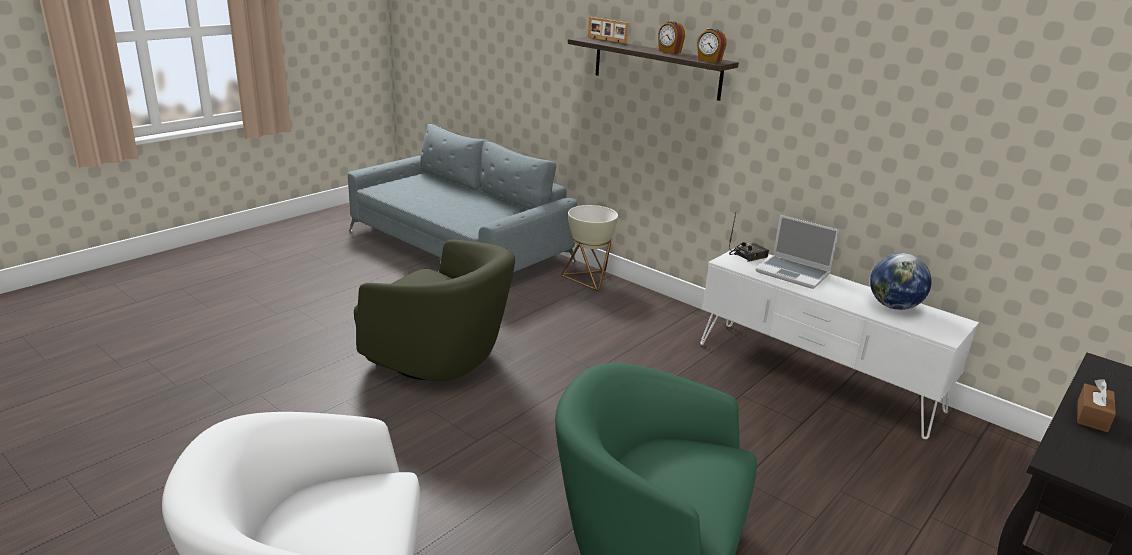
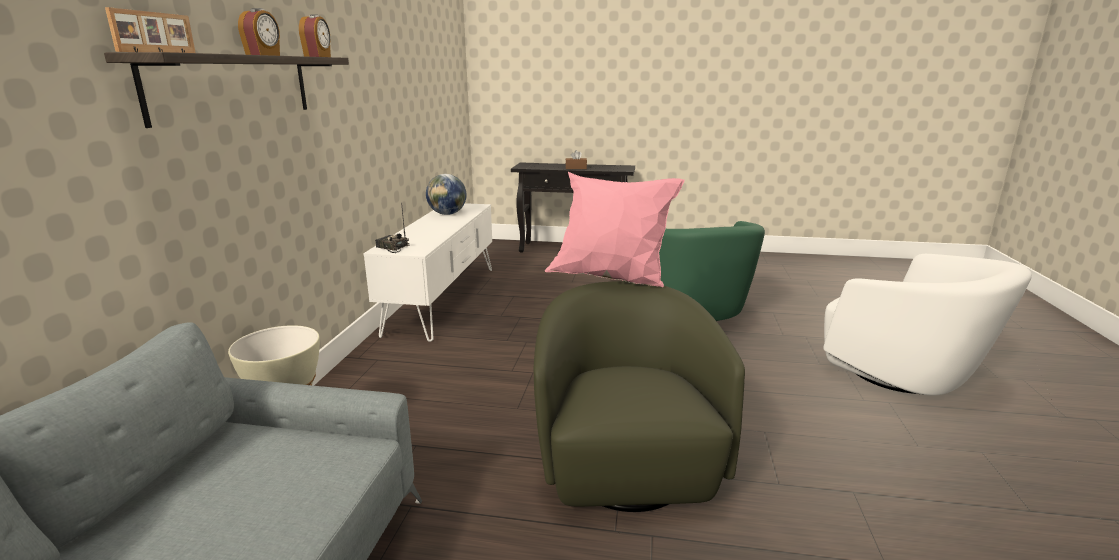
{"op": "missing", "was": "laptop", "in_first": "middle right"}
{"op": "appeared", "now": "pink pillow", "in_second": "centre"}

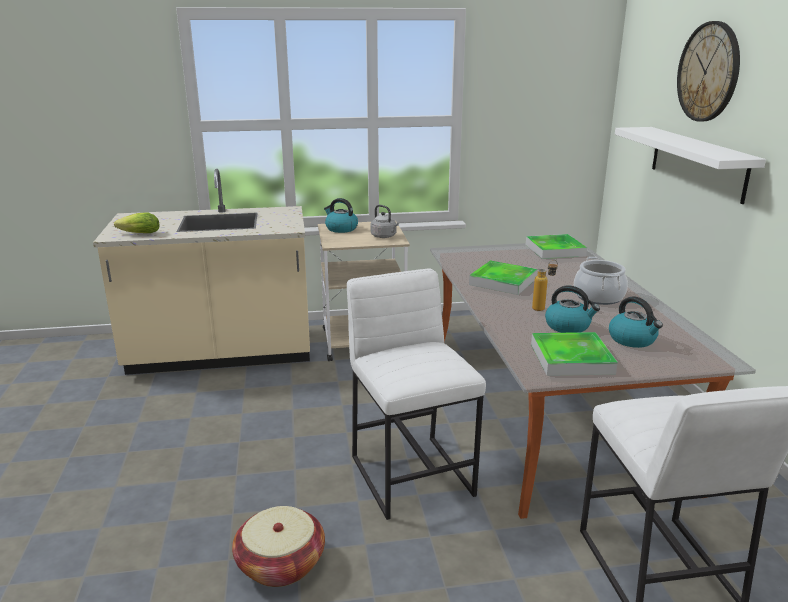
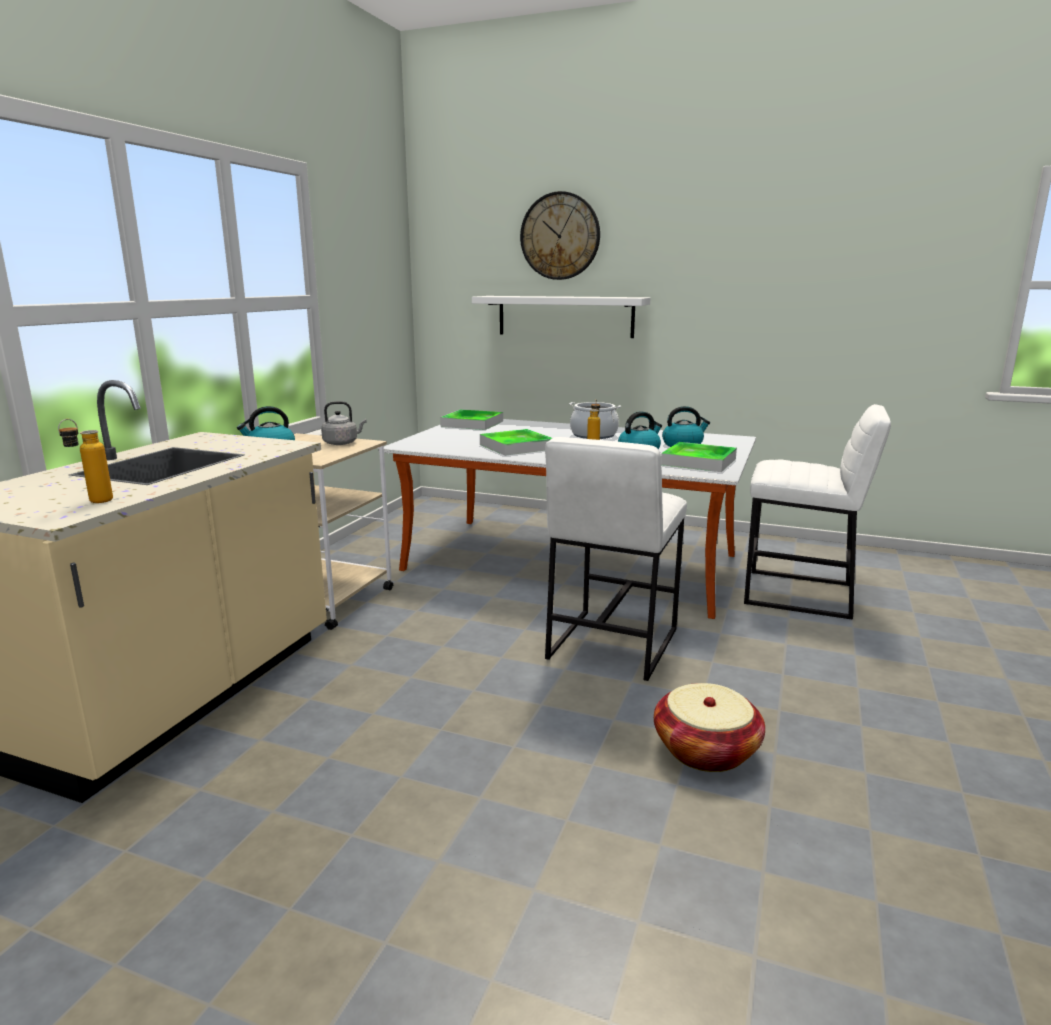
{"op": "exchanged", "was": "lettuce", "now": "bottle (no. 1 from left)", "in_first": "middle left", "in_second": "middle left"}
{"op": "spun", "was": "white chair (no. 1 from left)", "in_first": "centre", "in_second": "centre", "clockwise": -75}

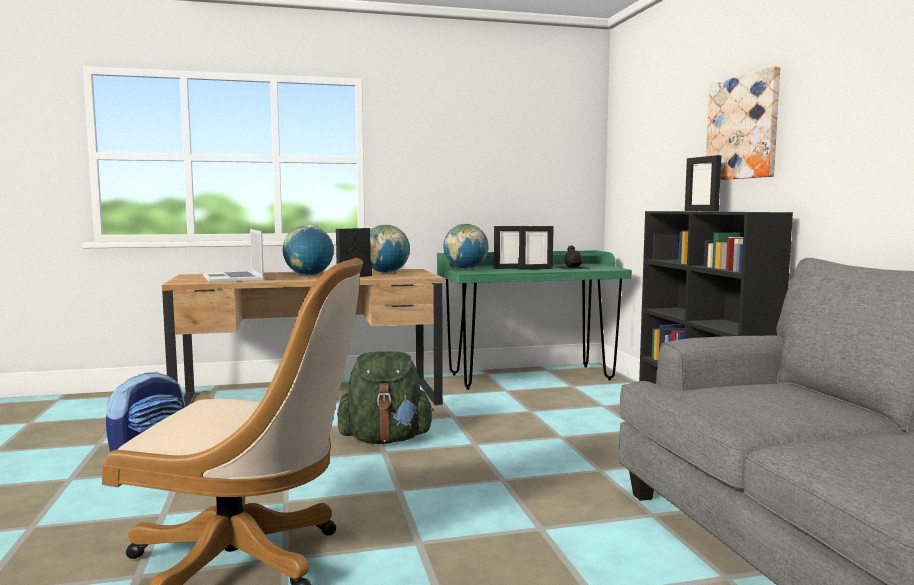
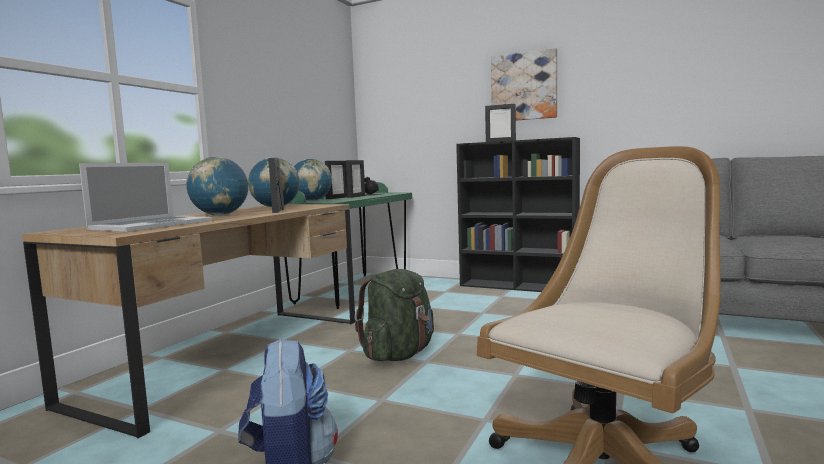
{"op": "spun", "was": "laptop", "in_first": "middle left", "in_second": "middle left", "clockwise": -75}

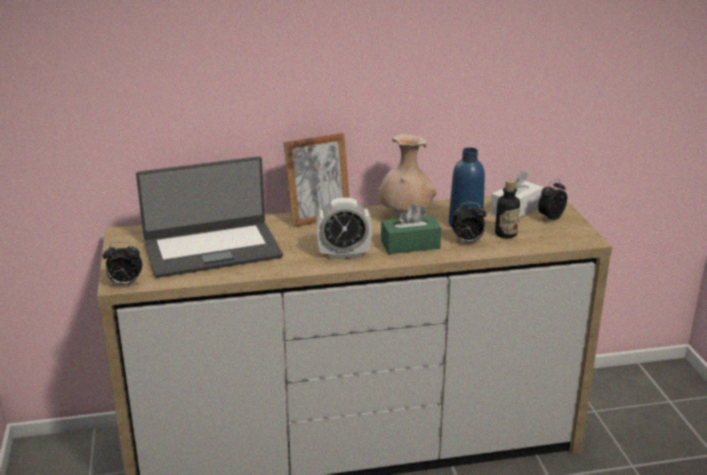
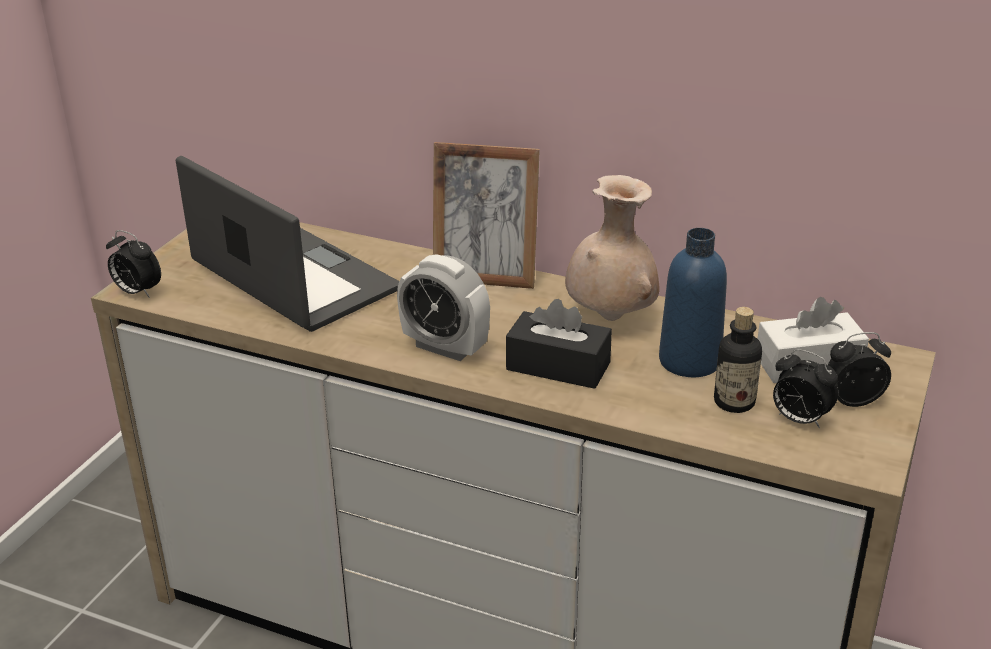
{"op": "relocated", "was": "alarm clock (no. 3 from left)", "in_first": "centre", "in_second": "middle right"}
{"op": "colour", "was": "green tissue box", "now": "black tissue box", "in_first": "centre", "in_second": "centre"}
{"op": "spun", "was": "laptop", "in_first": "middle left", "in_second": "middle left", "clockwise": -150}

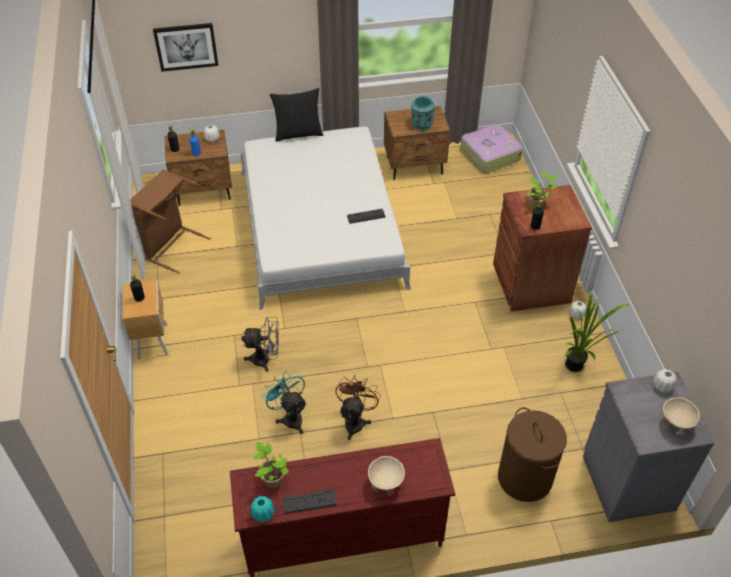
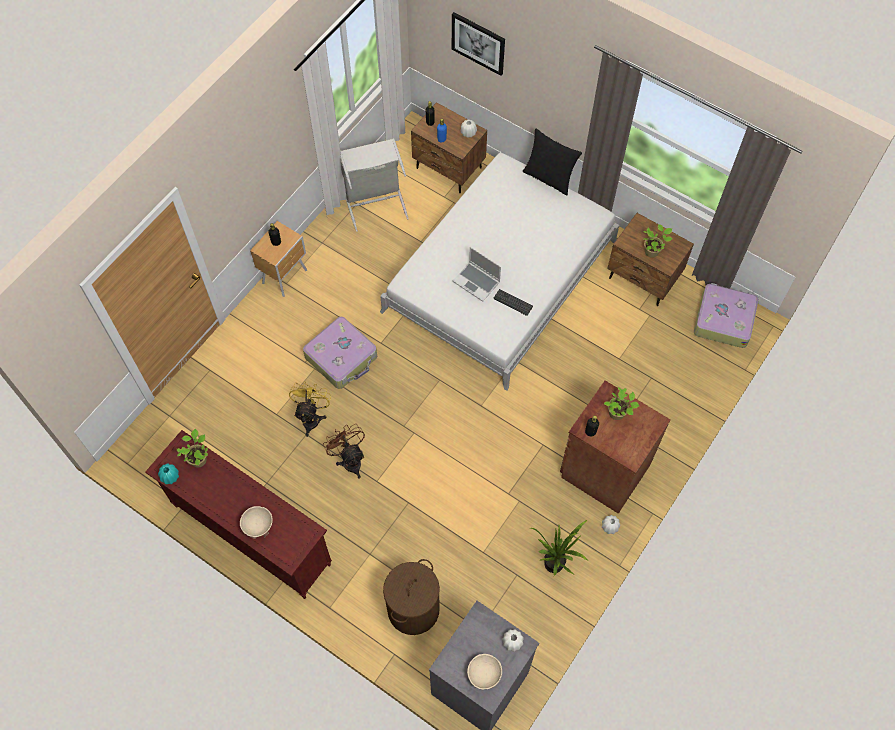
{"op": "missing", "was": "keyboard (no. 1 from left)", "in_first": "bottom centre"}
{"op": "appeared", "now": "laptop", "in_second": "centre"}
{"op": "exchanged", "was": "grey fan", "now": "suitcase (no. 1 from left)", "in_first": "centre", "in_second": "centre"}
{"op": "exchanged", "was": "turquoise vase (no. 2 from left)", "now": "potted plant (no. 4 from left)", "in_first": "top centre", "in_second": "top right"}
{"op": "colour", "was": "brown laundry basket (no. 1 from left)", "now": "grey laundry basket", "in_first": "middle left", "in_second": "top centre"}
{"op": "colour", "was": "turquoise fan", "now": "yellow fan", "in_first": "bottom centre", "in_second": "centre"}
{"op": "spun", "was": "brown fan", "in_first": "bottom centre", "in_second": "centre", "clockwise": -90}

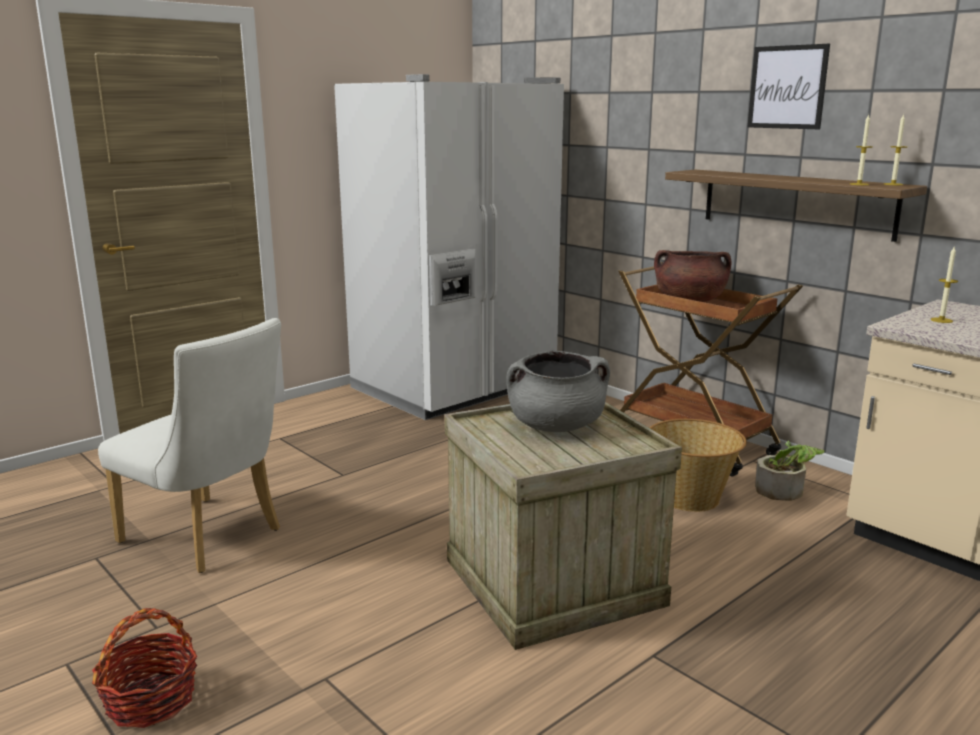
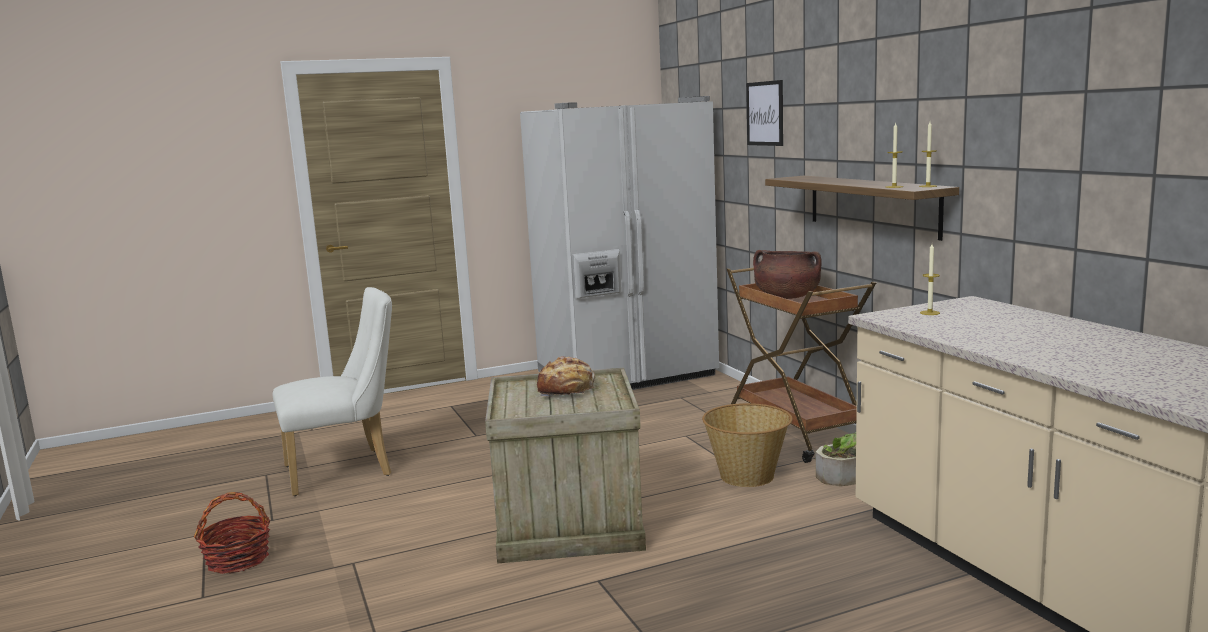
{"op": "relocated", "was": "picture", "in_first": "top right", "in_second": "top centre"}
{"op": "exchanged", "was": "grey cooking pot", "now": "bread", "in_first": "centre", "in_second": "centre"}
{"op": "spun", "was": "white chair", "in_first": "middle left", "in_second": "middle left", "clockwise": -75}

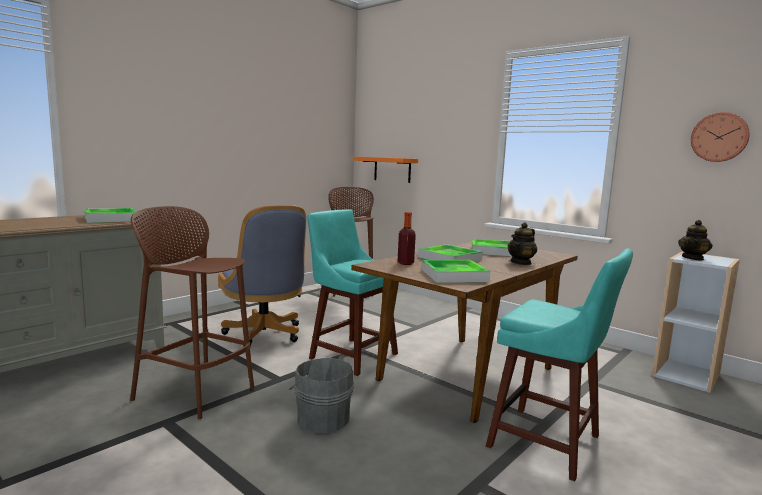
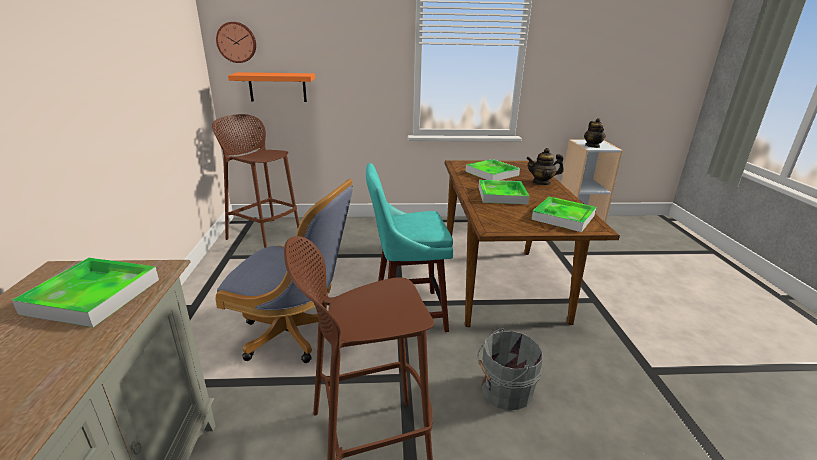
{"op": "missing", "was": "bottle", "in_first": "centre"}
{"op": "missing", "was": "turquoise chair (no. 2 from left)", "in_first": "bottom right"}
{"op": "relocated", "was": "wall clock", "in_first": "top right", "in_second": "top left"}
{"op": "spun", "was": "teapot (no. 1 from left)", "in_first": "middle right", "in_second": "middle right", "clockwise": 90}

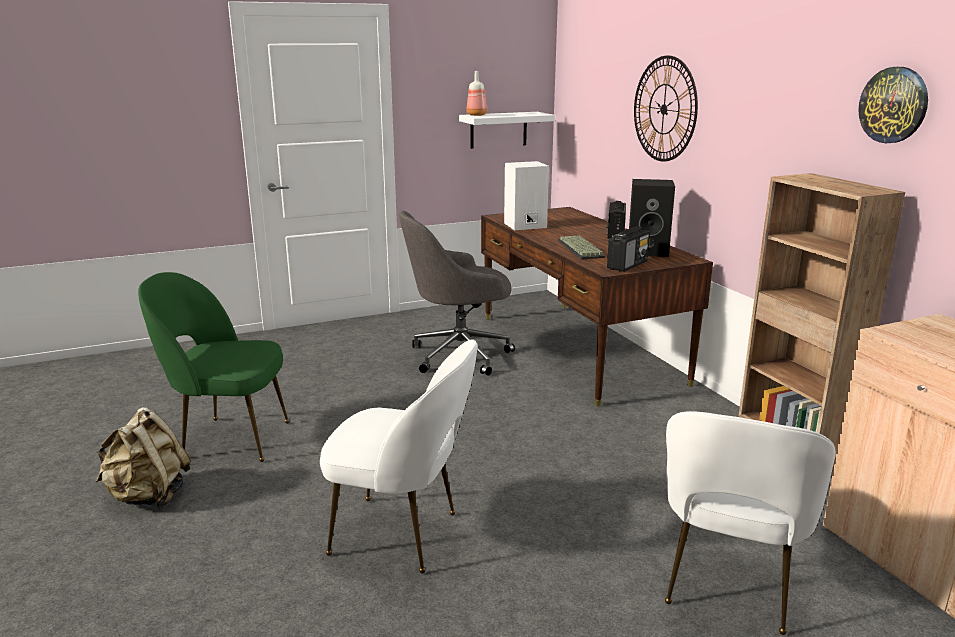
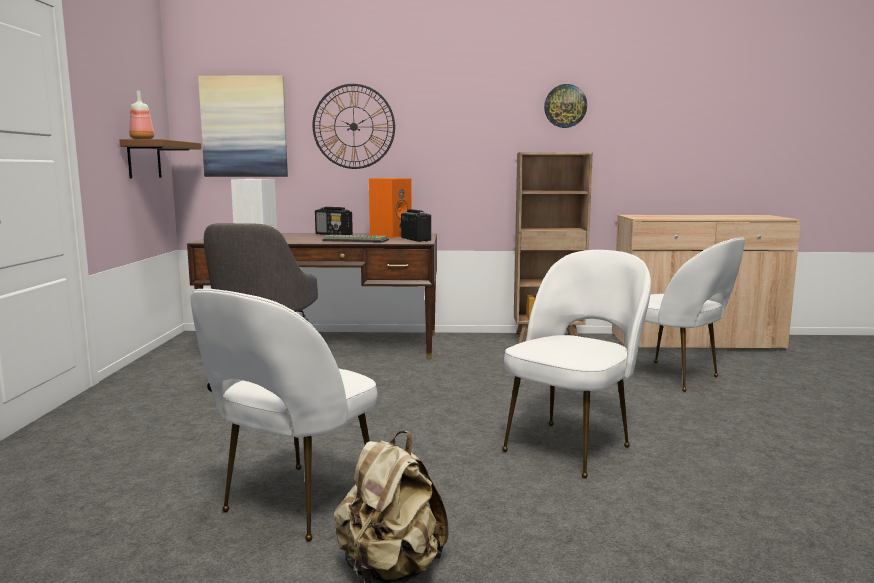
{"op": "appeared", "now": "picture", "in_second": "top left"}
{"op": "colour", "was": "green chair", "now": "white chair (no. 1 from left)", "in_first": "middle left", "in_second": "bottom left"}
{"op": "colour", "was": "white shelf", "now": "brown shelf", "in_first": "top centre", "in_second": "top left"}
{"op": "colour", "was": "black speaker", "now": "orange speaker", "in_first": "middle right", "in_second": "centre"}

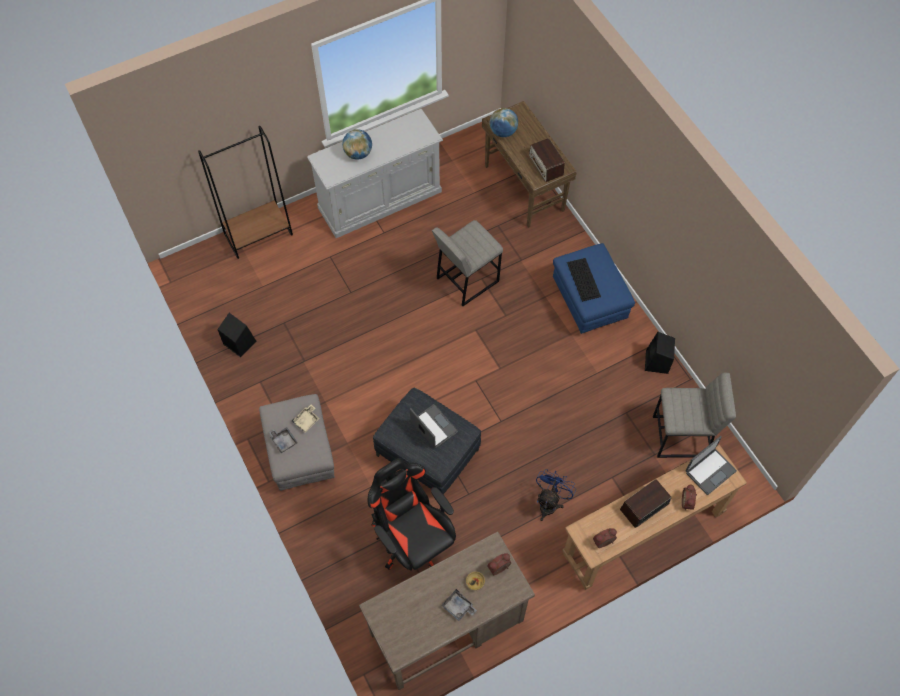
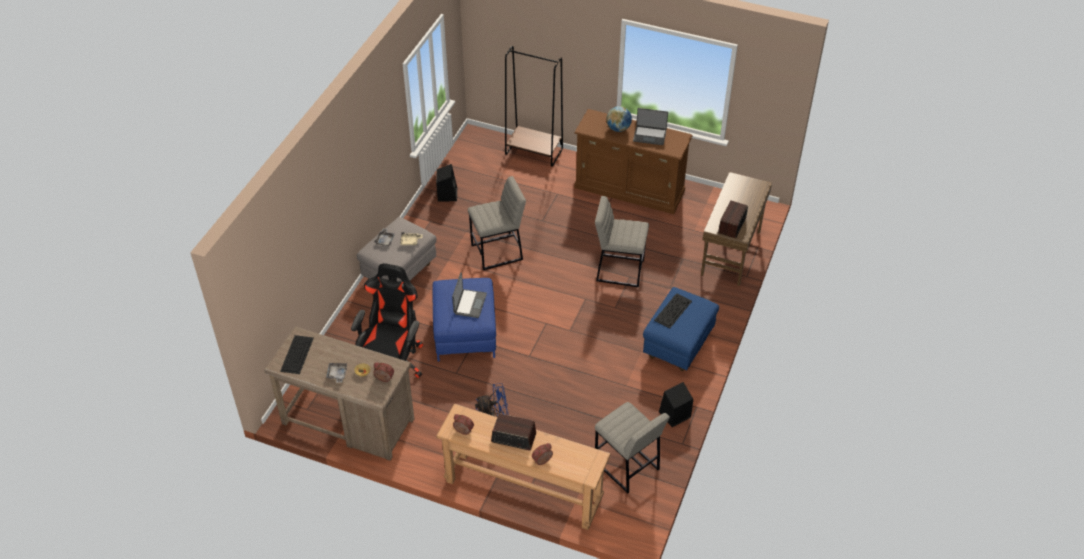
{"op": "missing", "was": "globe (no. 2 from left)", "in_first": "top centre"}
{"op": "appeared", "now": "keyboard (no. 1 from left)", "in_second": "middle left"}
{"op": "appeared", "now": "grey chair (no. 1 from left)", "in_second": "centre"}
{"op": "relocated", "was": "laptop (no. 2 from left)", "in_first": "bottom right", "in_second": "top centre"}
{"op": "colour", "was": "white dresser", "now": "brown dresser", "in_first": "top centre", "in_second": "top centre"}
{"op": "colour", "was": "grey ottoman (no. 2 from left)", "now": "blue ottoman (no. 1 from left)", "in_first": "centre", "in_second": "centre"}

